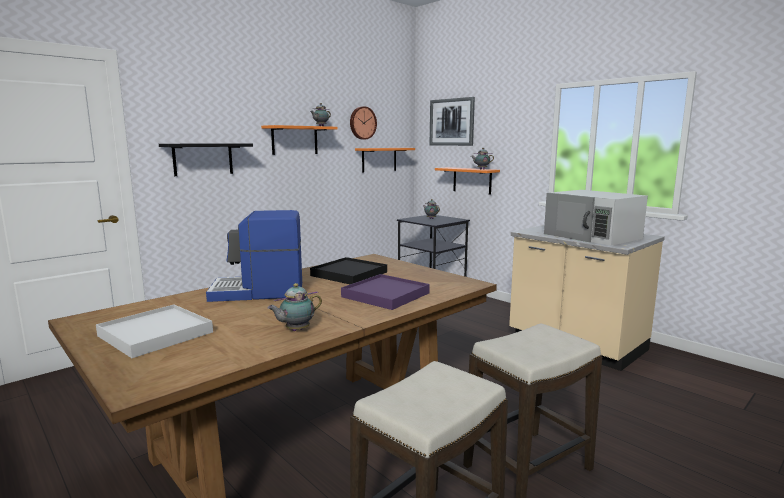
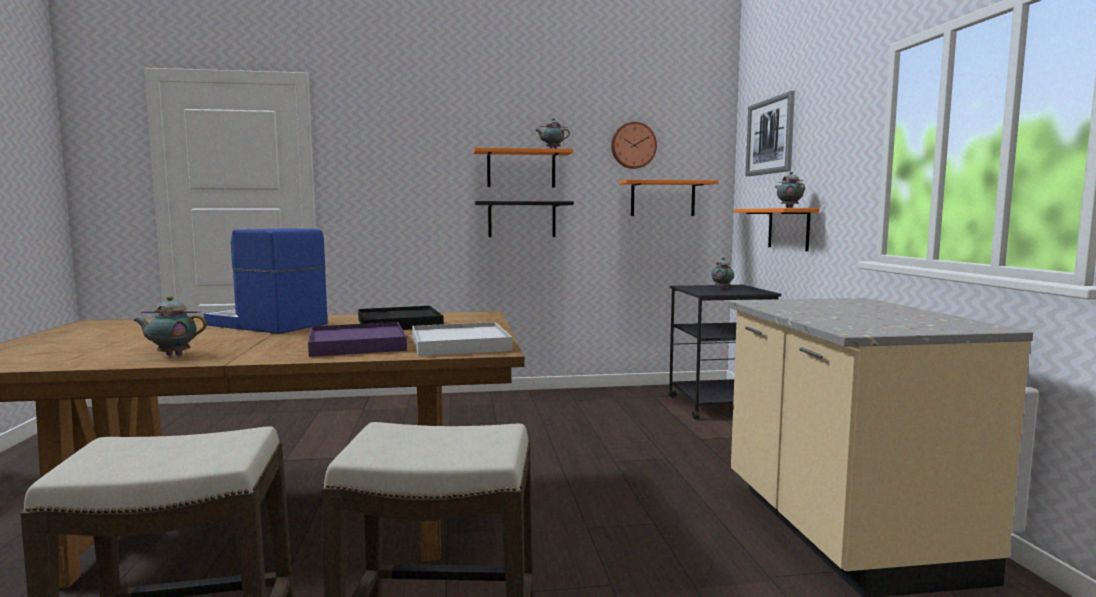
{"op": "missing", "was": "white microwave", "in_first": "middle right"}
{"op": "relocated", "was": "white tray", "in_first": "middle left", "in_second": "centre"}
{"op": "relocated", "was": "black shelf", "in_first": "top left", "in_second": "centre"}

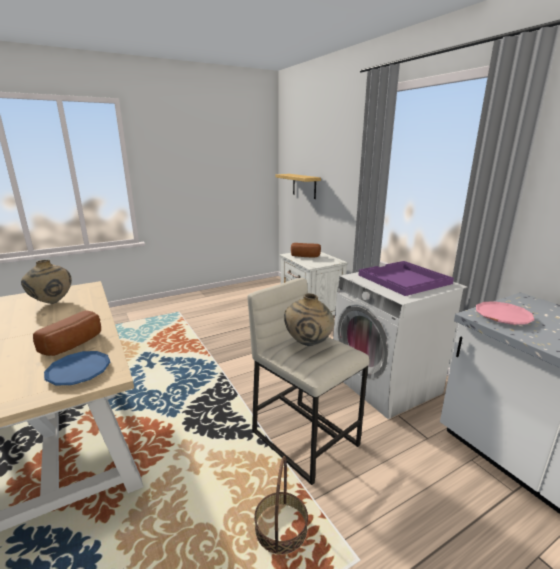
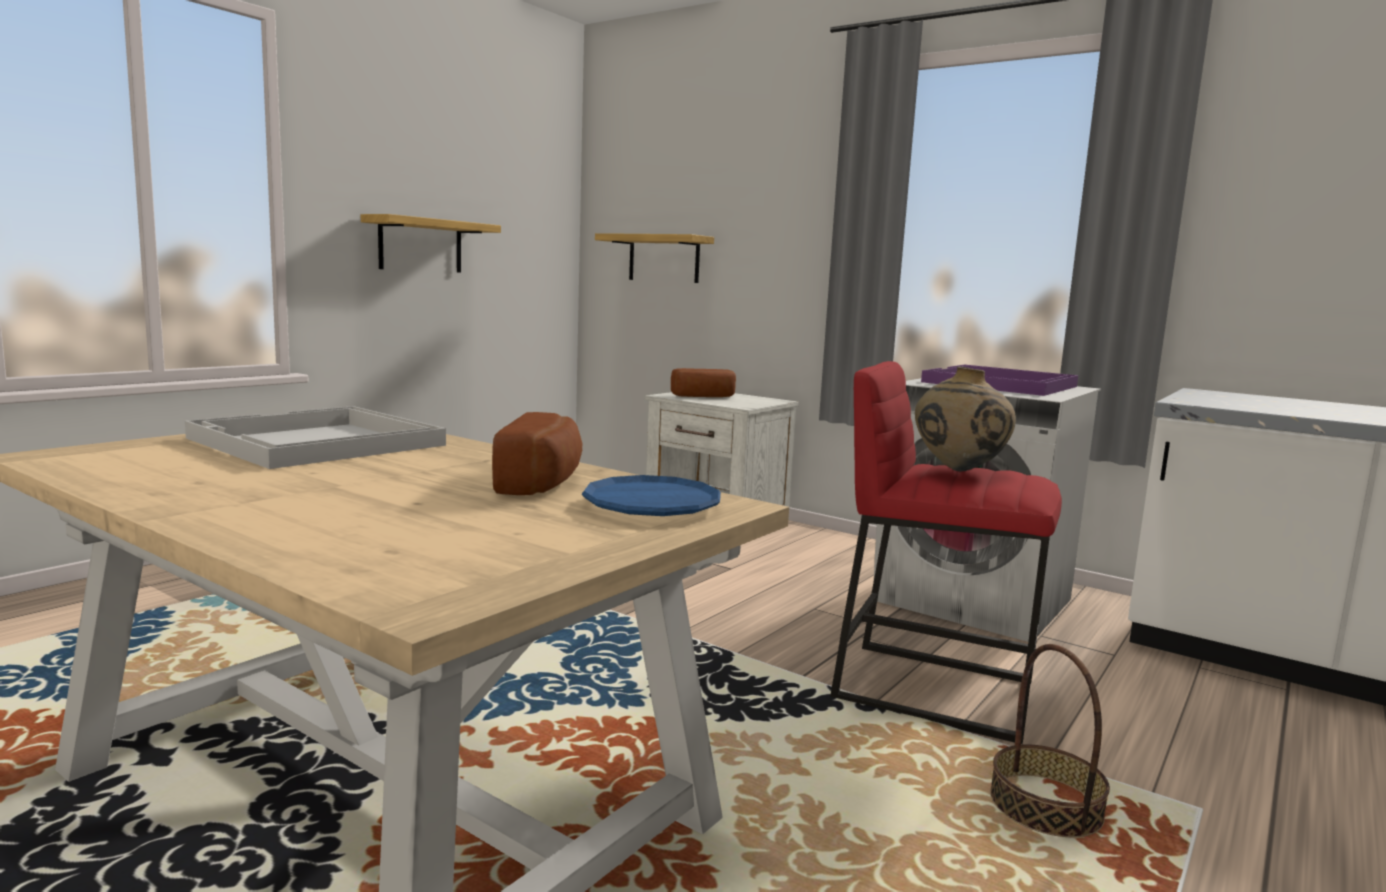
{"op": "missing", "was": "pink plate", "in_first": "middle right"}
{"op": "appeared", "now": "shelf (no. 1 from left)", "in_second": "top left"}
{"op": "exchanged", "was": "beige vase (no. 1 from left)", "now": "white tray", "in_first": "middle left", "in_second": "middle left"}
{"op": "colour", "was": "beige stool", "now": "red stool", "in_first": "bottom centre", "in_second": "middle right"}

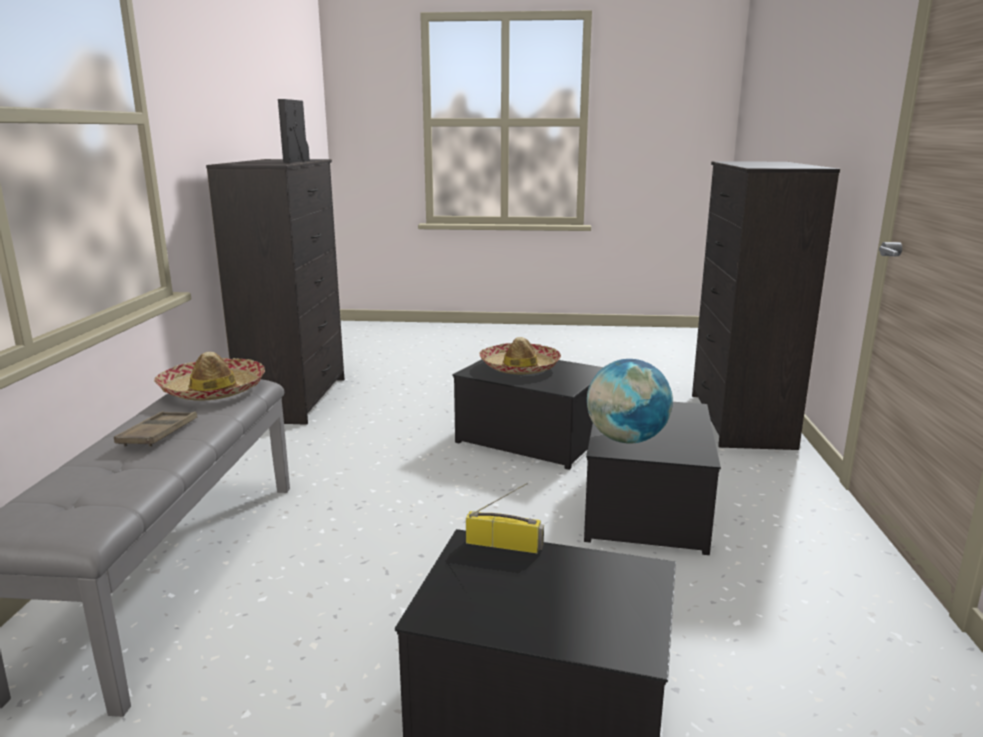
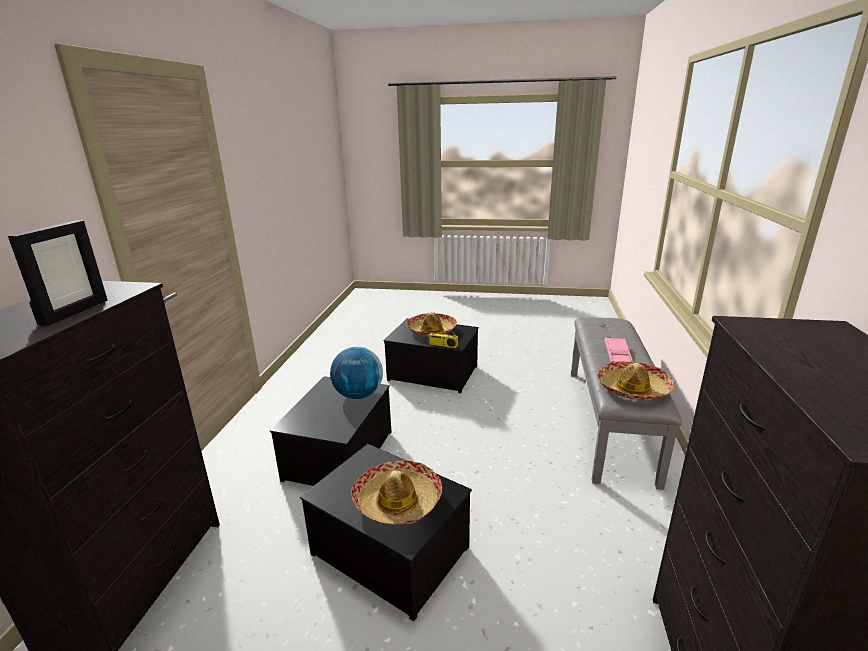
{"op": "appeared", "now": "hat (no. 2 from left)", "in_second": "centre"}
{"op": "relocated", "was": "picture frame", "in_first": "top left", "in_second": "middle left"}
{"op": "colour", "was": "brown tray", "now": "pink tray", "in_first": "middle left", "in_second": "middle right"}

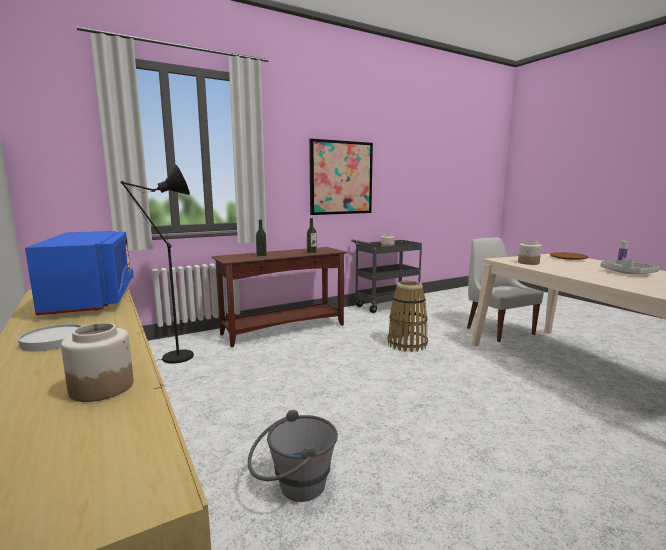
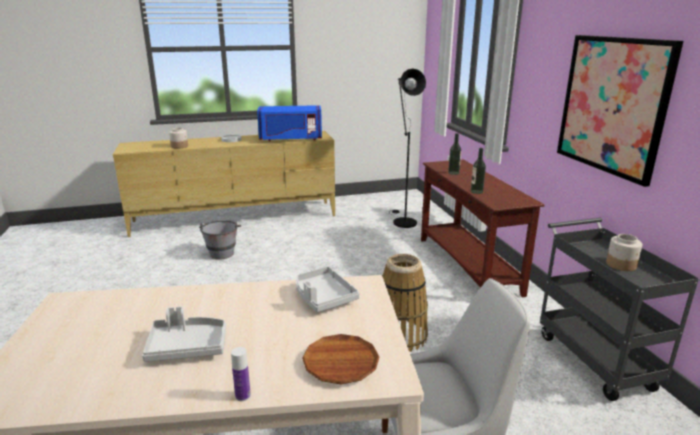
{"op": "exchanged", "was": "jar (no. 3 from left)", "now": "grey tray (no. 2 from left)", "in_first": "middle right", "in_second": "centre"}

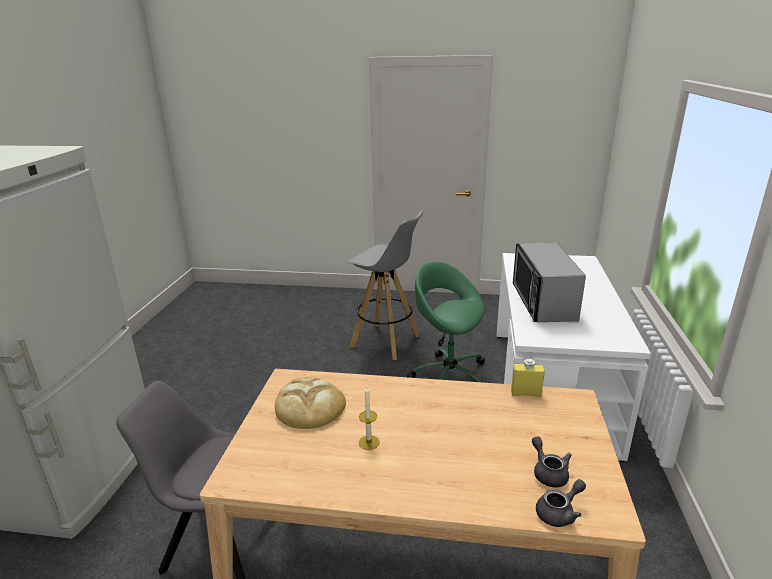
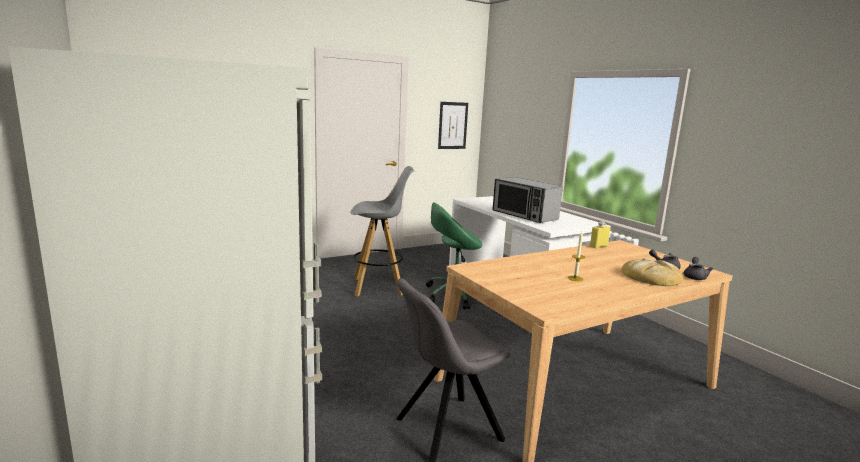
{"op": "appeared", "now": "picture", "in_second": "top centre"}
{"op": "relocated", "was": "bread", "in_first": "bottom centre", "in_second": "middle right"}

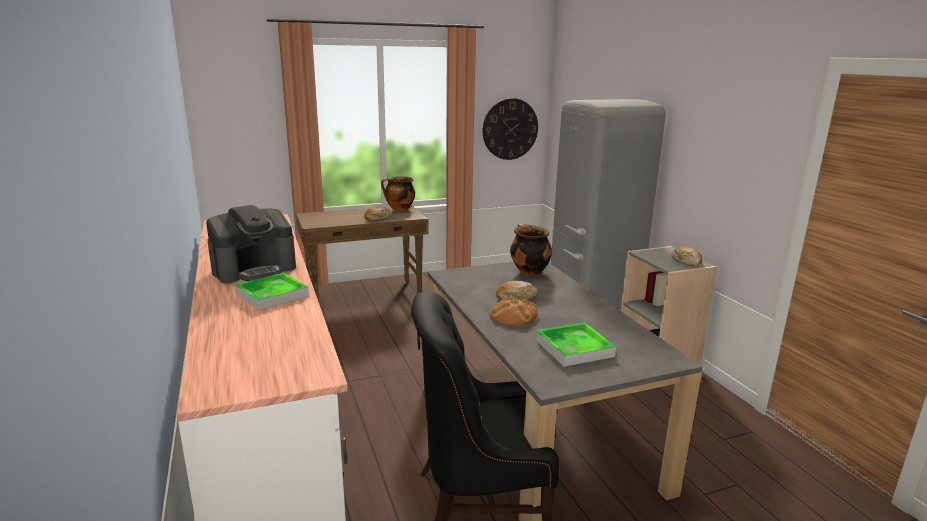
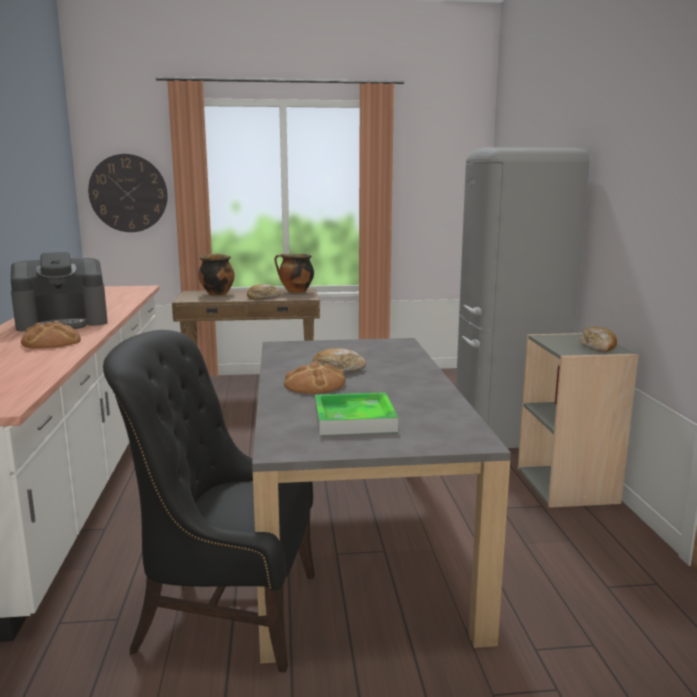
{"op": "relocated", "was": "wall clock", "in_first": "top centre", "in_second": "top left"}
{"op": "relocated", "was": "cooking pot (no. 2 from left in the first image)", "now": "cooking pot (no. 1 from left)", "in_first": "centre", "in_second": "middle left"}
{"op": "exchanged", "was": "tray (no. 1 from left)", "now": "bread (no. 1 from left)", "in_first": "middle left", "in_second": "middle left"}

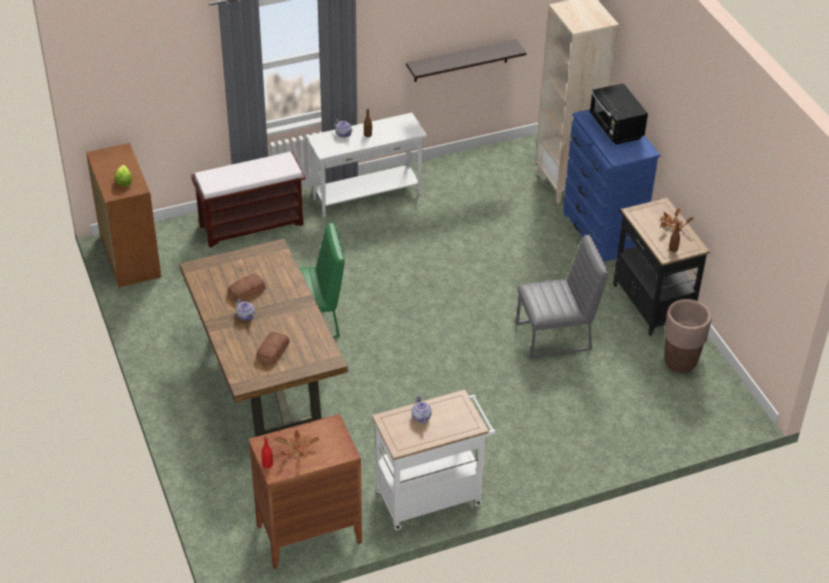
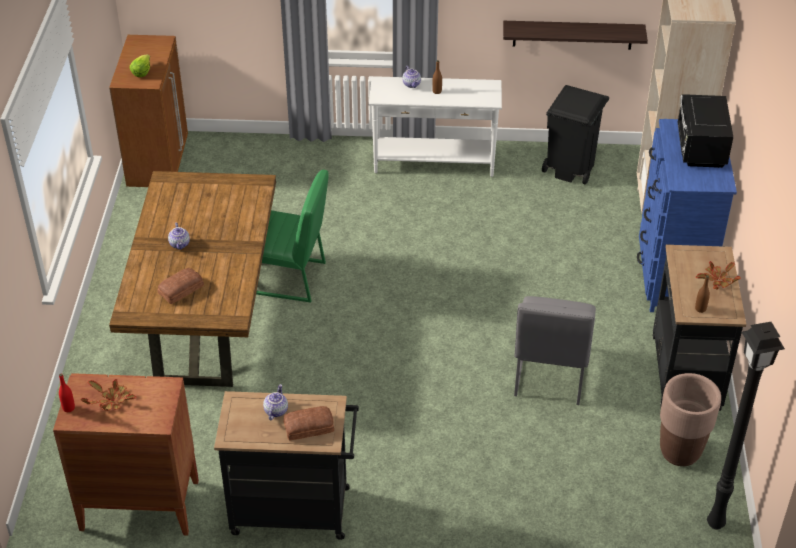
{"op": "missing", "was": "brown bench", "in_first": "middle left"}
{"op": "appeared", "now": "black trash can", "in_second": "top right"}
{"op": "appeared", "now": "black floor lamp", "in_second": "bottom right"}
{"op": "relocated", "was": "bread (no. 1 from left in the first image)", "now": "bread (no. 2 from left)", "in_first": "middle left", "in_second": "bottom centre"}
{"op": "colour", "was": "white cart", "now": "black cart (no. 1 from left)", "in_first": "bottom centre", "in_second": "bottom centre"}
{"op": "spun", "was": "grey chair", "in_first": "middle right", "in_second": "middle right", "clockwise": 90}

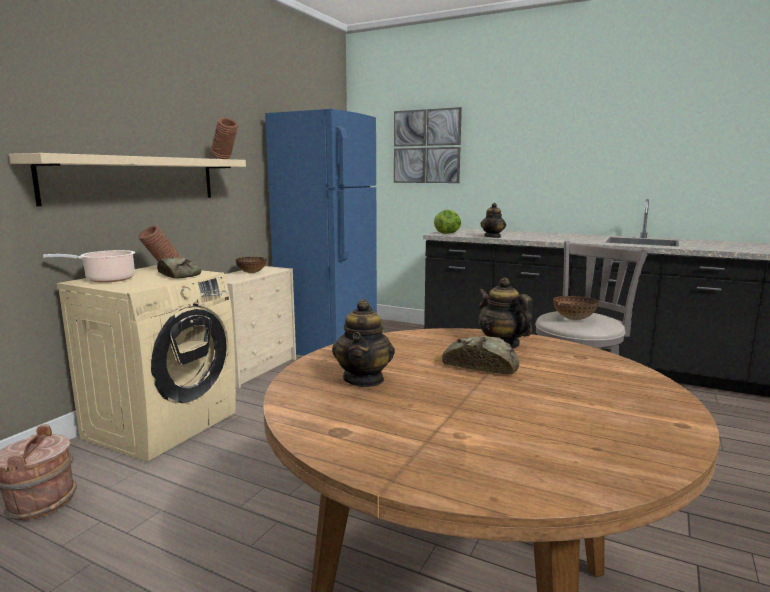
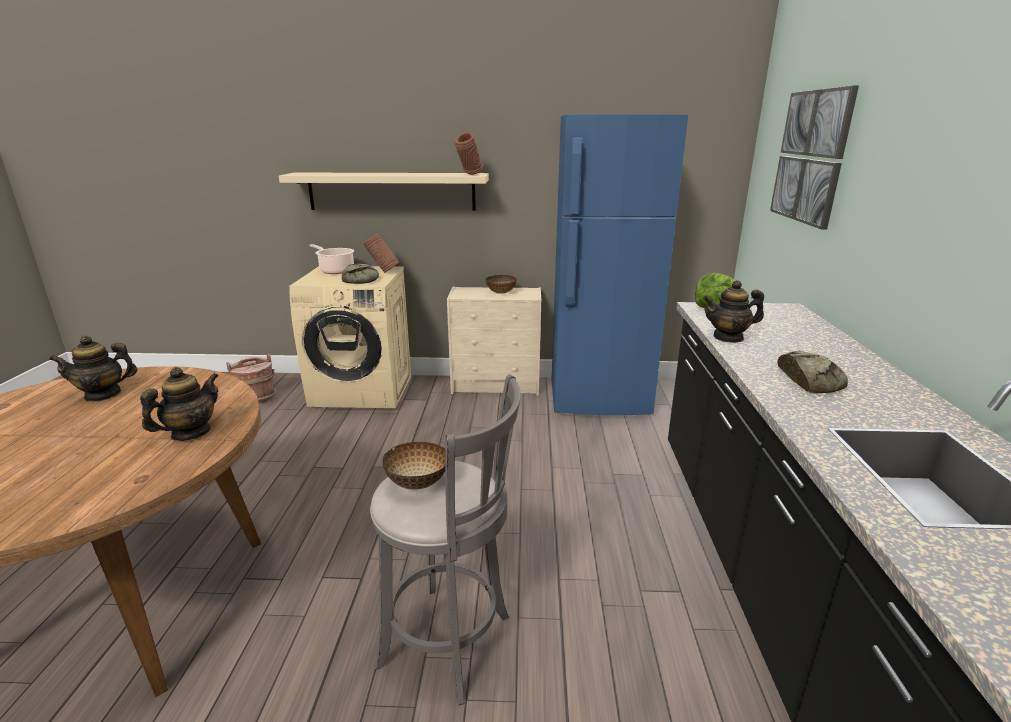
{"op": "relocated", "was": "bread (no. 2 from left)", "in_first": "centre", "in_second": "middle right"}

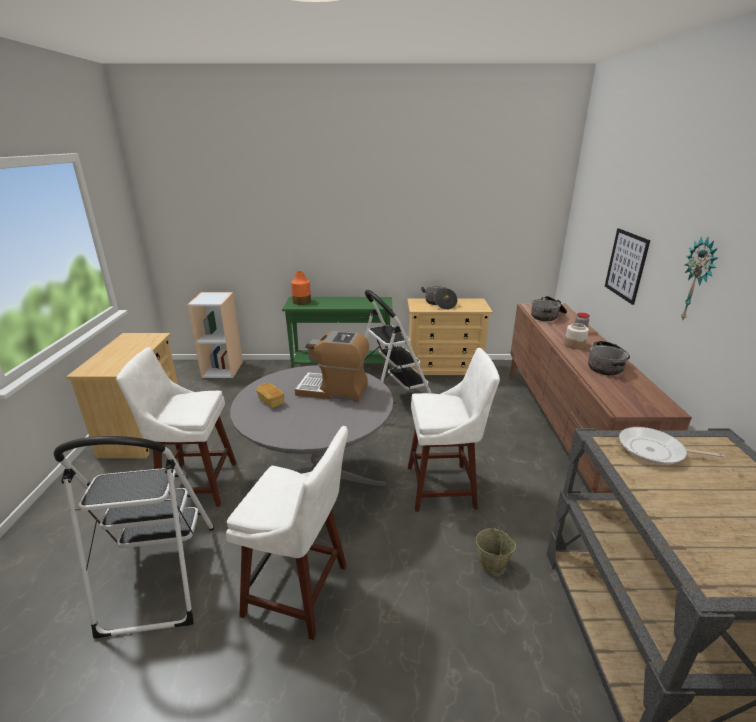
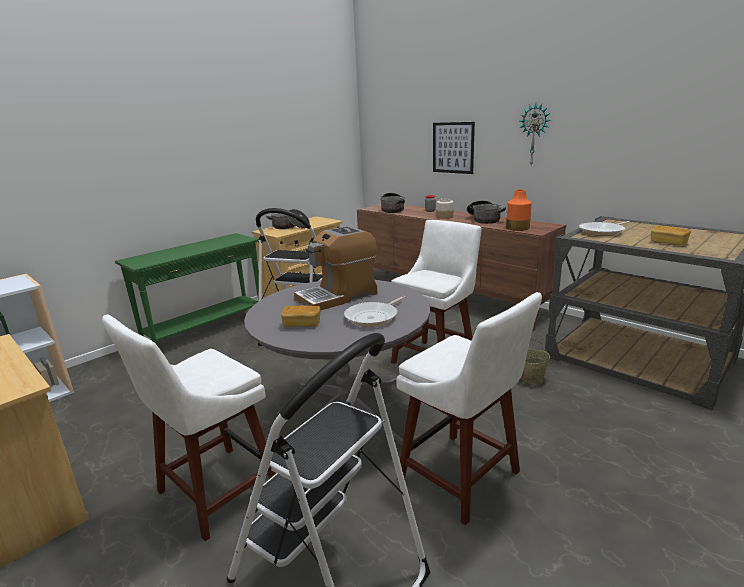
{"op": "appeared", "now": "frying pan (no. 1 from left)", "in_second": "centre"}
{"op": "appeared", "now": "bread (no. 2 from left)", "in_second": "middle right"}
{"op": "relocated", "was": "orange vase", "in_first": "centre", "in_second": "middle right"}
{"op": "spun", "was": "white chair (no. 2 from left in the first image)", "in_first": "bottom centre", "in_second": "bottom centre", "clockwise": 75}

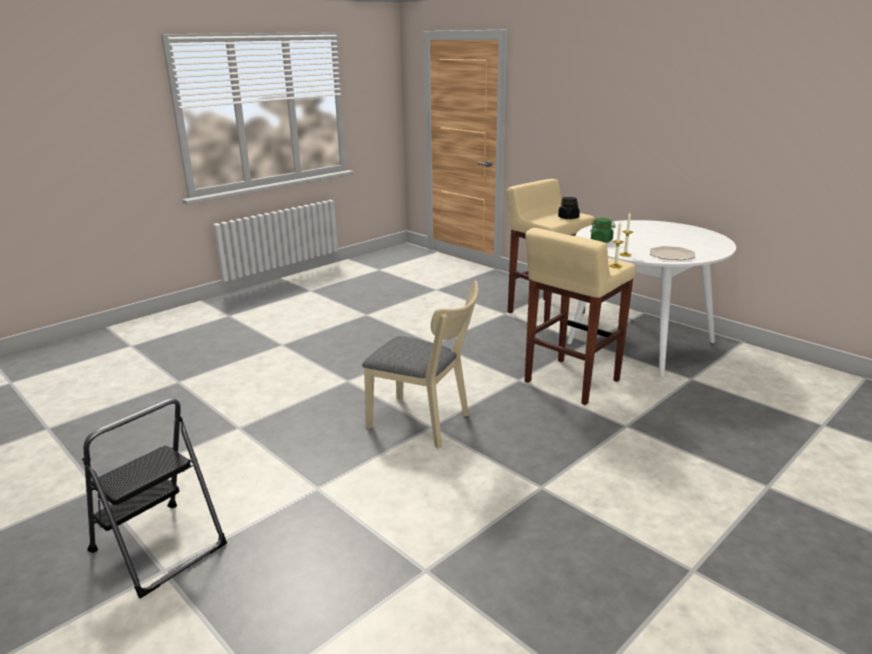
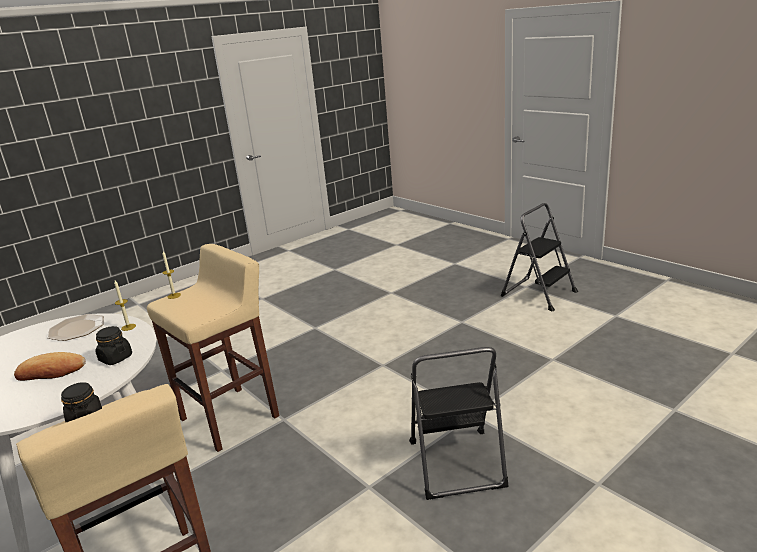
{"op": "missing", "was": "beige chair", "in_first": "centre"}
{"op": "appeared", "now": "bread", "in_second": "middle left"}
{"op": "appeared", "now": "black step ladder (no. 1 from left)", "in_second": "bottom centre"}
{"op": "colour", "was": "green jar", "now": "black jar (no. 2 from left)", "in_first": "middle right", "in_second": "middle left"}

